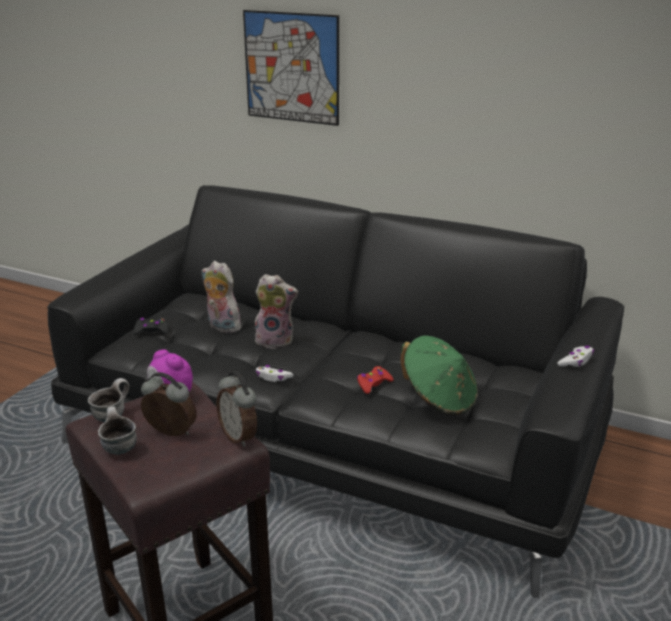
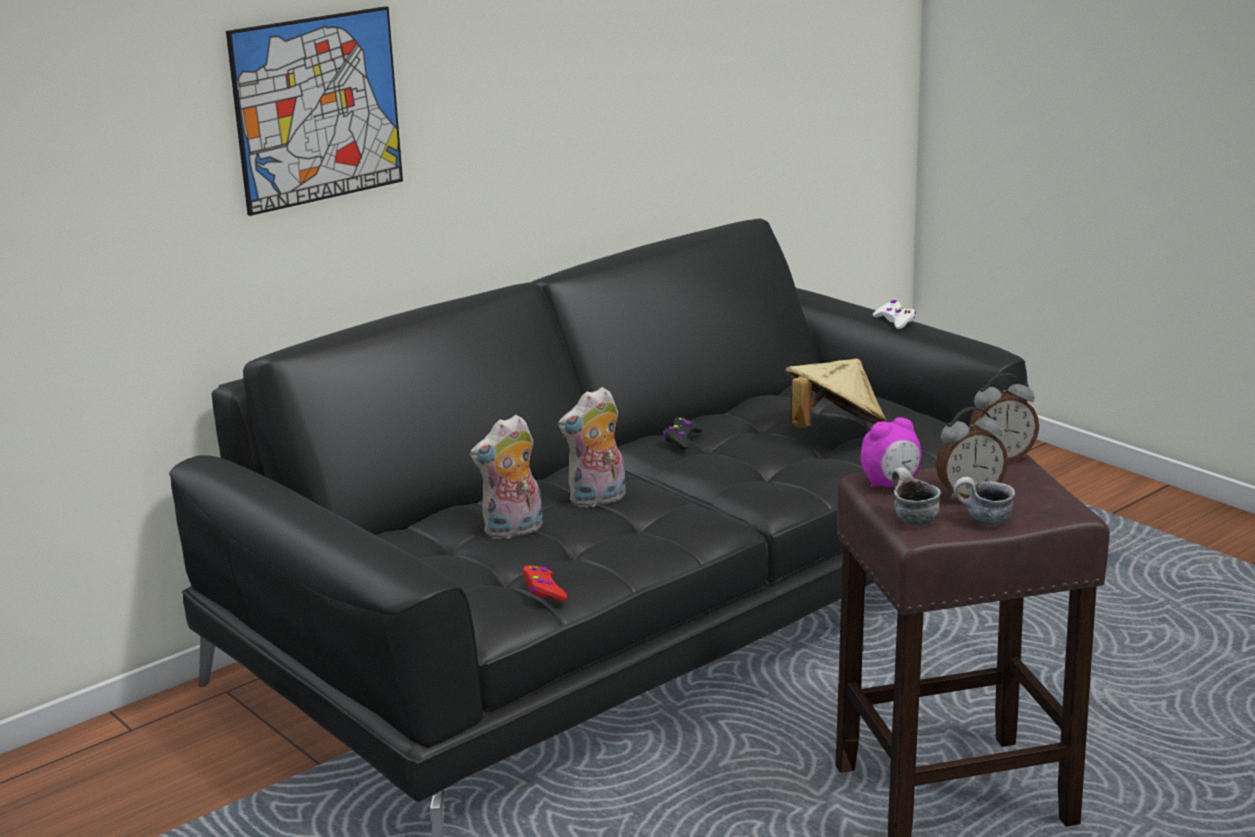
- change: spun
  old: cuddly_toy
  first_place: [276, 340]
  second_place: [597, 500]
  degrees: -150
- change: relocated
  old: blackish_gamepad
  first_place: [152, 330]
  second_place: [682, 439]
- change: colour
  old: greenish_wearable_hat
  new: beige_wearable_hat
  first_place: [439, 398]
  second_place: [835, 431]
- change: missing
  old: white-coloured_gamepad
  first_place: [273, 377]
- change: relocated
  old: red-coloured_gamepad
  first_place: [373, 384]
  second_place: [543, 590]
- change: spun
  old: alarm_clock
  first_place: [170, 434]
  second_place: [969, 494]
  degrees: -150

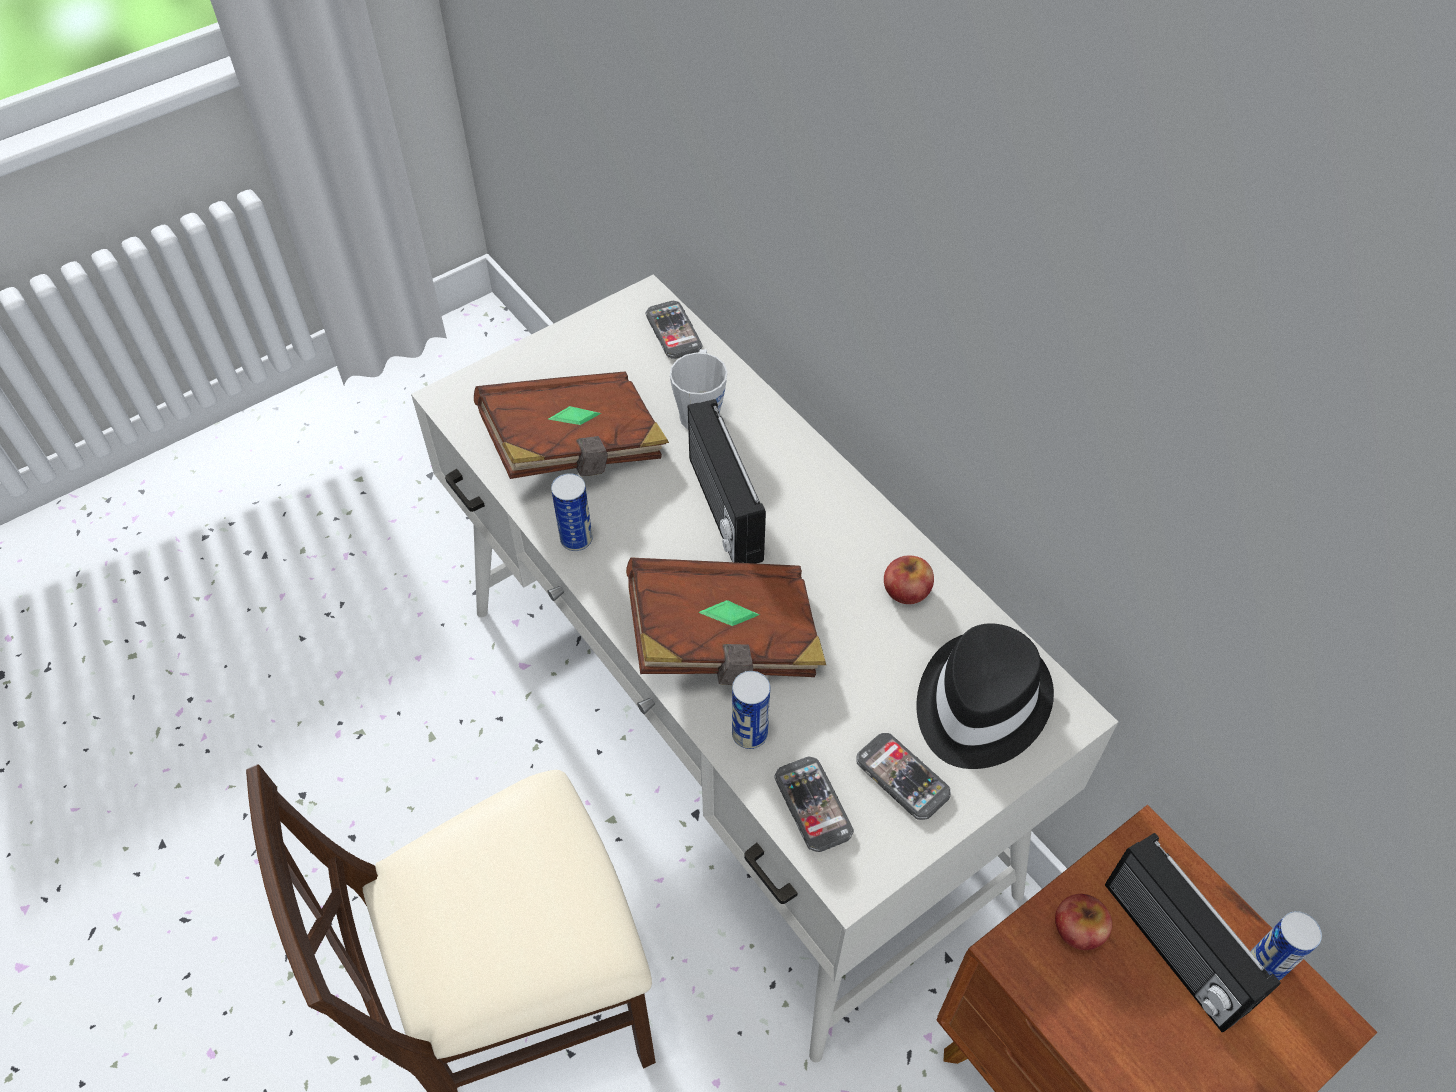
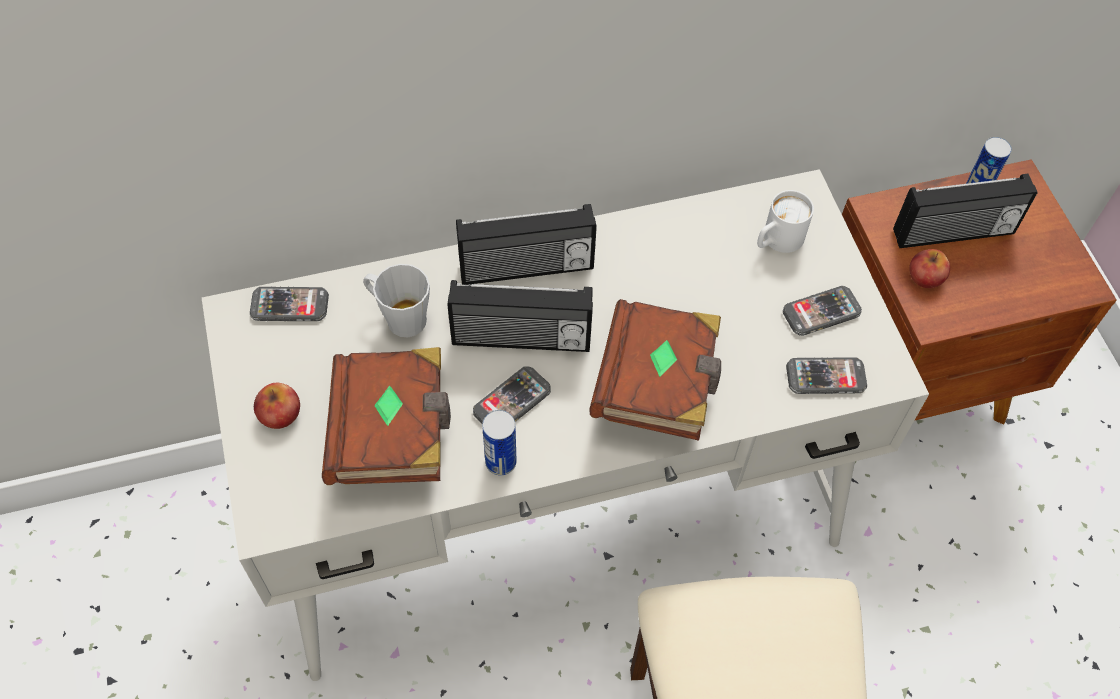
- change: relocated
  old: whole_apple
  first_place: [906, 589]
  second_place: [280, 413]
- change: exchanged
  old: blackish_wearable_hat
  new: white-coloured_mug
  first_place: [979, 703]
  second_place: [776, 241]
- change: missing
  old: sealed_can
  first_place: [749, 734]
- change: appeared
  new: radio_set
  second_place: [526, 269]
- change: appeared
  new: phone
  second_place: [512, 401]

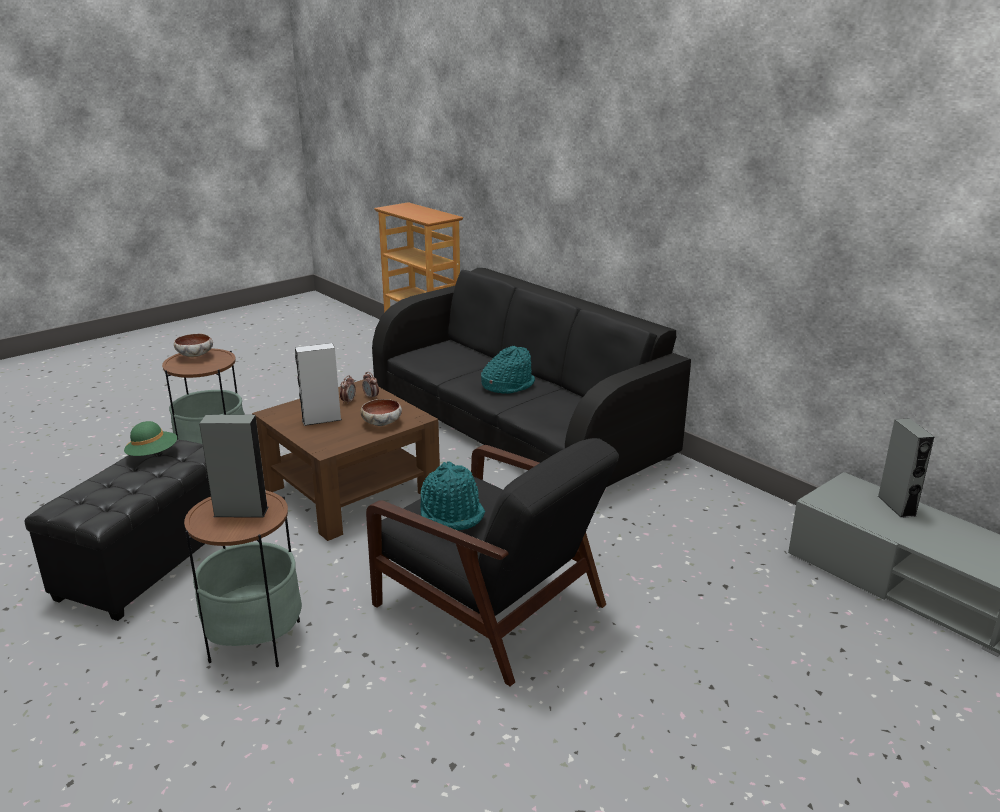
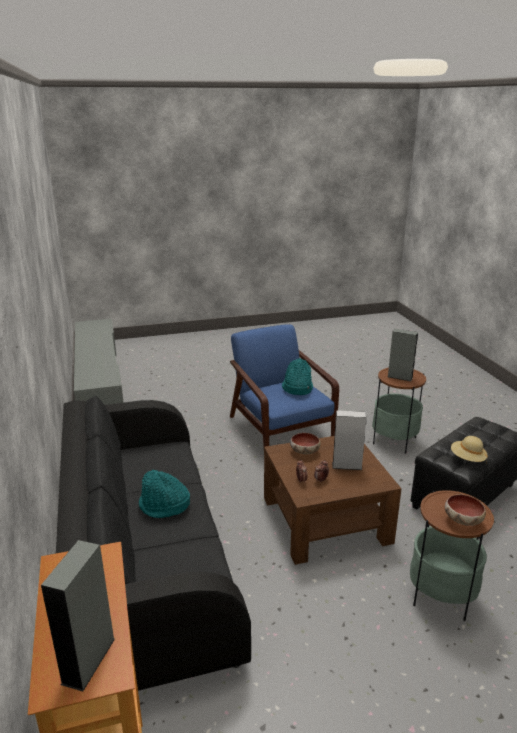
- change: relocated
  old: grey_loudspeaker
  first_place: [896, 505]
  second_place: [89, 660]
- change: colour
  old: greenish_wearable_hat
  new: beige_wearable_hat
  first_place: [153, 455]
  second_place: [467, 458]
- change: colour
  old: blackish_lounge_chair
  new: bluish_lounge_chair
  first_place: [492, 607]
  second_place: [279, 428]

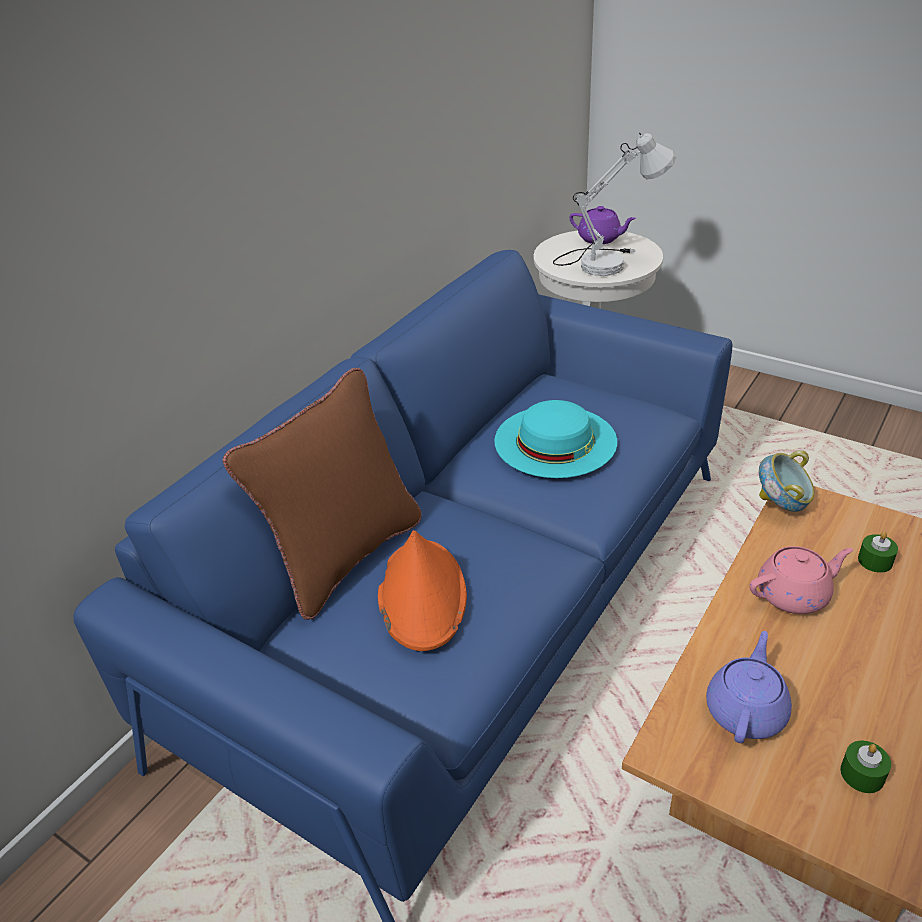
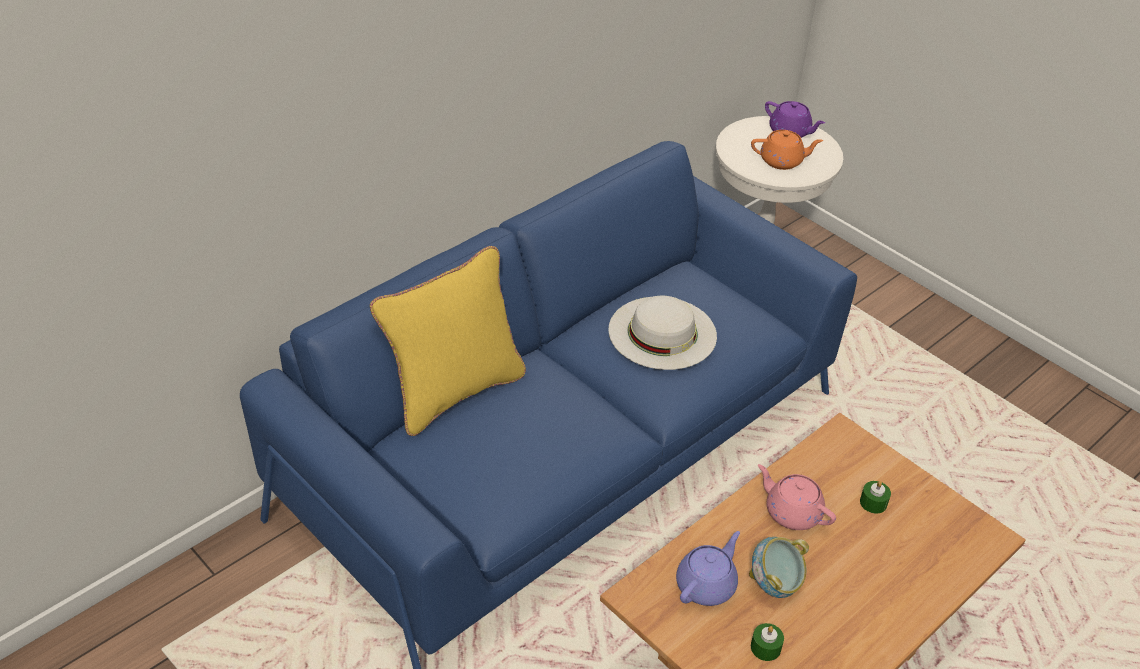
- change: exchanged
  old: white-coloured_tabletop_lamp
  new: orange-coloured_teapot
  first_place: [606, 262]
  second_place: [782, 161]
- change: colour
  old: brown-coloured_throw_pillow
  new: yellow-coloured_throw_pillow
  first_place: [345, 556]
  second_place: [454, 392]
- change: colour
  old: turquoise_wearable_hat
  new: white-coloured_wearable_hat
  first_place: [555, 440]
  second_place: [662, 332]
- change: relocated
  old: deep_dish
  first_place: [781, 505]
  second_place: [774, 584]
- change: missing
  old: orange-coloured_wearable_hat
  first_place: [421, 595]
- change: spun
  old: pink-coloured_teapot
  first_place: [794, 595]
  second_place: [791, 512]
  degrees: -135

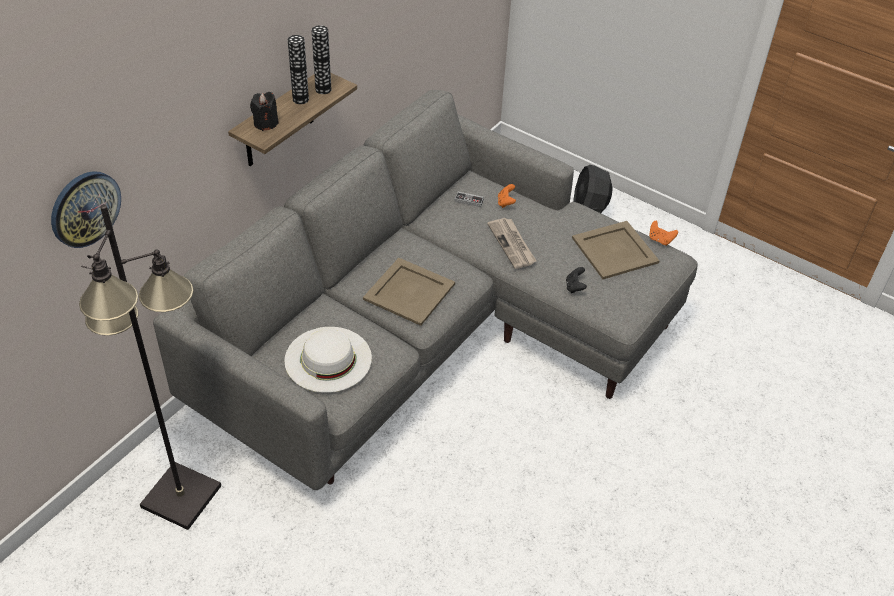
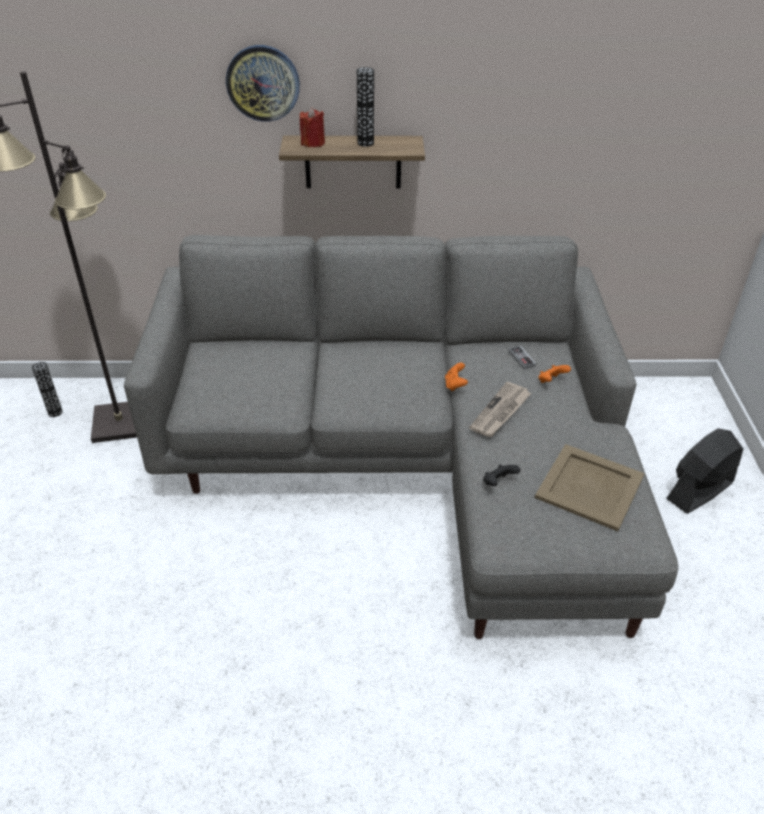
- change: relocated
  old: flower_vase
  first_place: [323, 89]
  second_place: [55, 412]
- change: colour
  old: blackish_wax_light
  new: red-coloured_wax_light
  first_place: [265, 123]
  second_place: [313, 143]
- change: relocated
  old: clock_on_the_wall
  first_place: [85, 208]
  second_place: [263, 83]
- change: relocated
  old: orange-coloured_gamepad
  first_place: [660, 240]
  second_place: [455, 385]
- change: missing
  old: beige_serving_tray
  first_place: [410, 291]
- change: missing
  old: white-coloured_wearable_hat
  first_place: [328, 359]

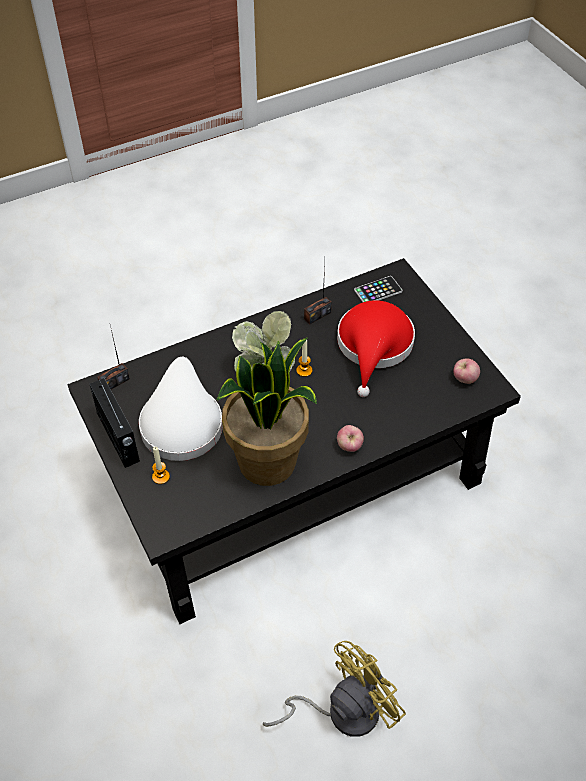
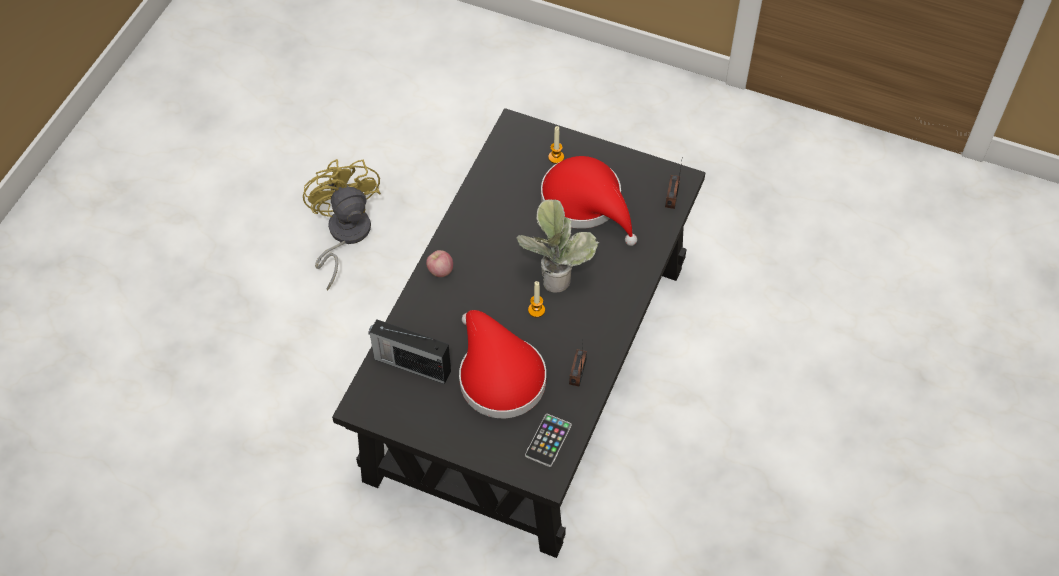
- change: missing
  old: potted_plant
  first_place: [268, 463]
- change: colour
  old: white-coloured_wearable_hat
  new: red-coloured_wearable_hat
  first_place: [181, 422]
  second_place: [586, 203]
- change: missing
  old: whole_apple
  first_place: [464, 379]
- change: relocated
  old: radio_set
  first_place: [118, 439]
  second_place: [411, 364]
- change: spun
  old: yellow-coloured_electric_fan
  first_place: [342, 711]
  second_place: [344, 235]
  degrees: 150

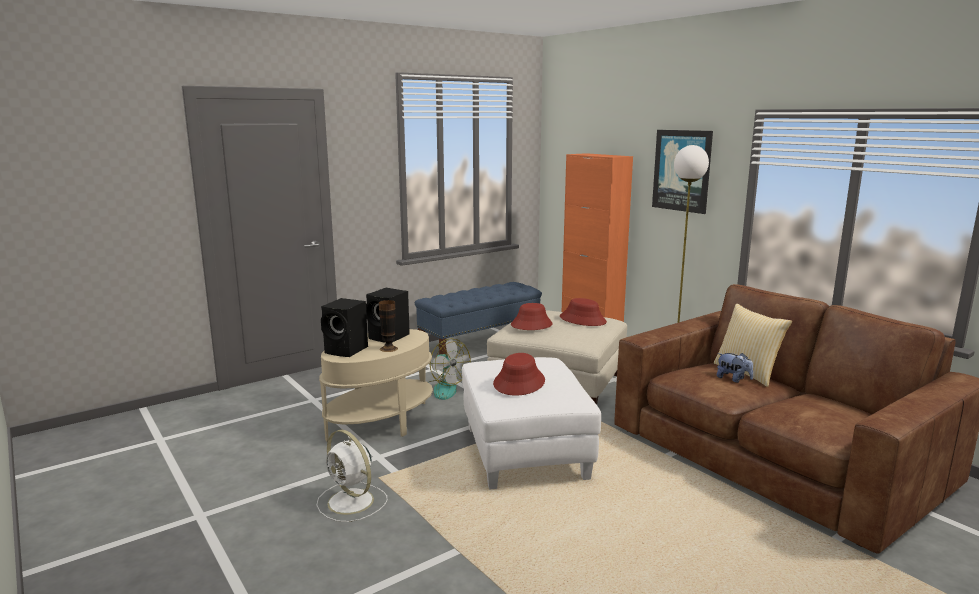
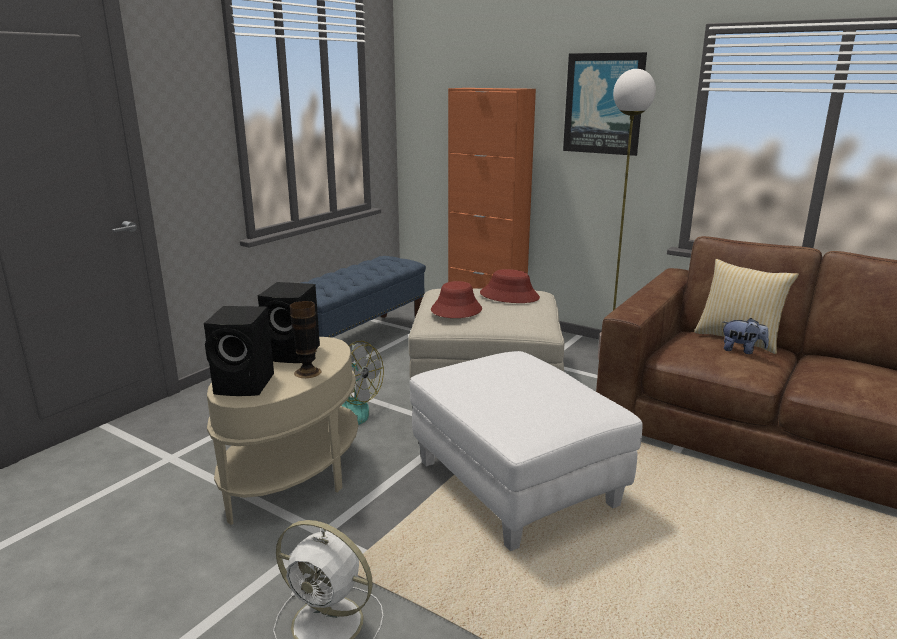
- change: missing
  old: red-coloured_wearable_hat
  first_place: [519, 382]

